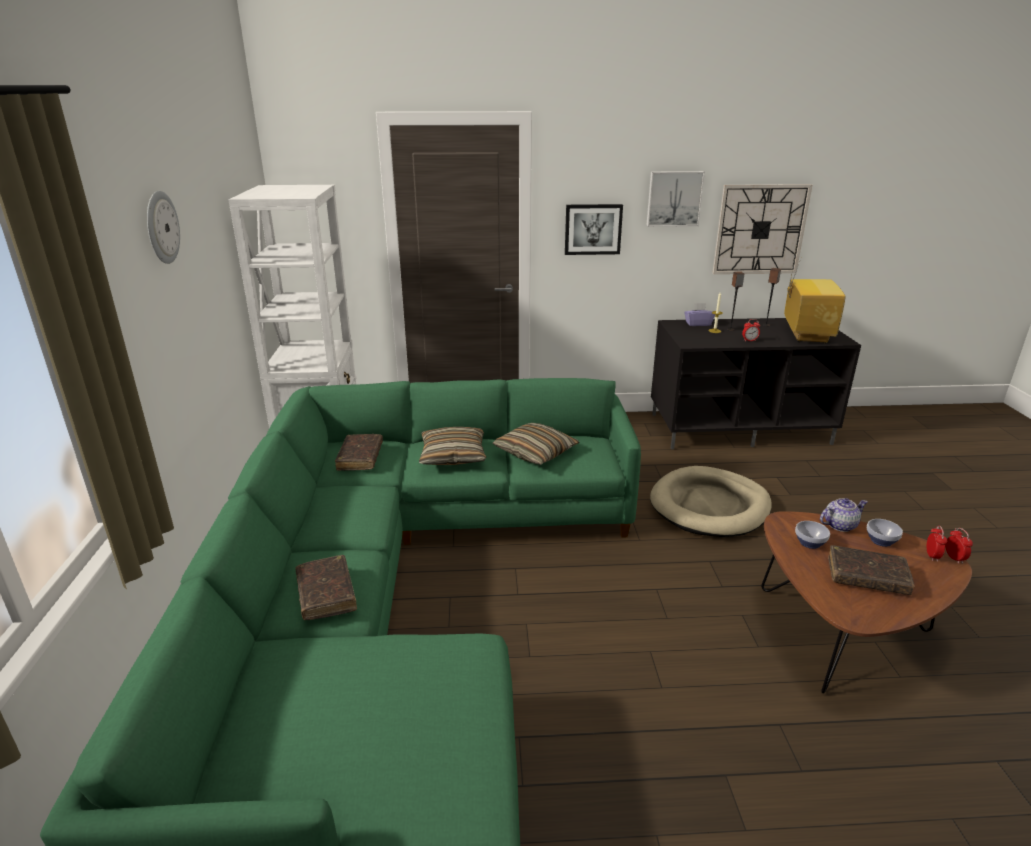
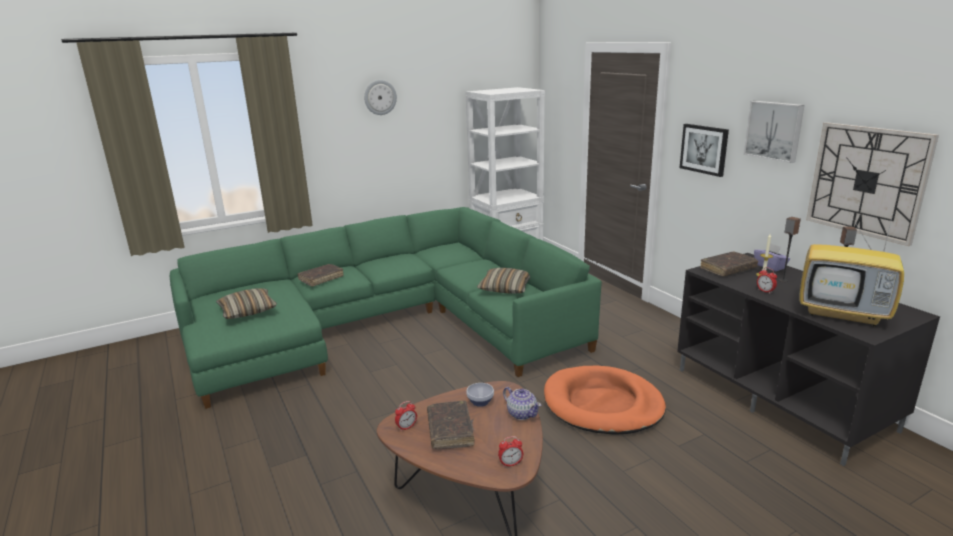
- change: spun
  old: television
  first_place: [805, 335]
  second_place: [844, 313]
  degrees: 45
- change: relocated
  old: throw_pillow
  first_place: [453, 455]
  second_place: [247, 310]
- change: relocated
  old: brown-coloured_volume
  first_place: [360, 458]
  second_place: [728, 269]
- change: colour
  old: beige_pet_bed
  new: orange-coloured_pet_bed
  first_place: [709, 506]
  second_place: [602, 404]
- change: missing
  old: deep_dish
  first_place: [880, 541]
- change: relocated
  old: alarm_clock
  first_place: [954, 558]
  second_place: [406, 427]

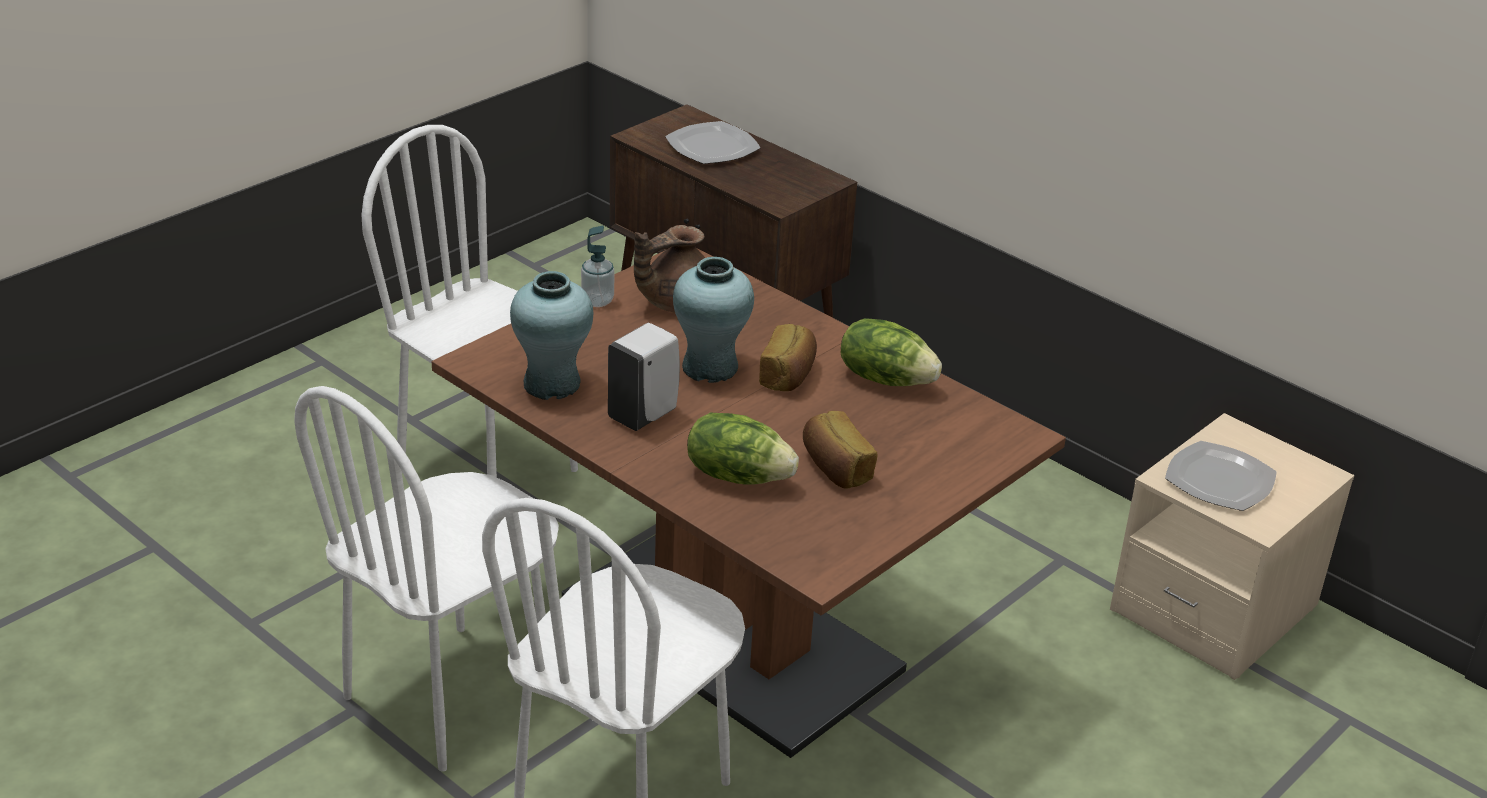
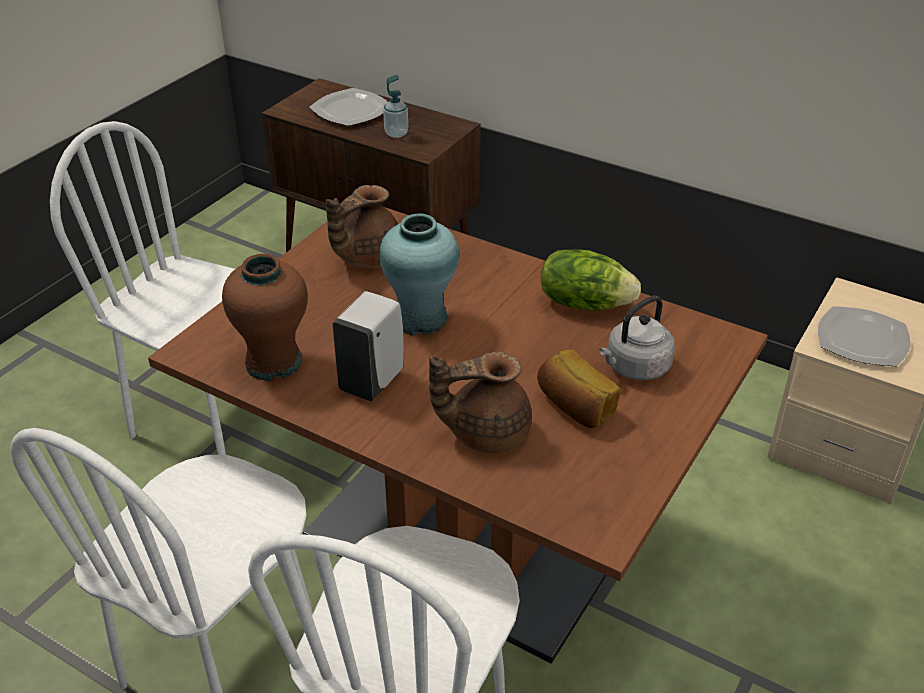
- change: relocated
  old: soap_dispenser
  first_place: [597, 301]
  second_place: [396, 133]
- change: colour
  old: turquoise_flower_vase
  new: brown-coloured_flower_vase
  first_place: [552, 384]
  second_place: [274, 362]
- change: missing
  old: bread
  first_place: [788, 375]
- change: exchanged
  old: head_of_lettuce
  new: brown-coloured_teapot
  first_place: [738, 475]
  second_place: [485, 432]
- change: appeared
  new: grey_tea_kettle
  second_place: [635, 368]

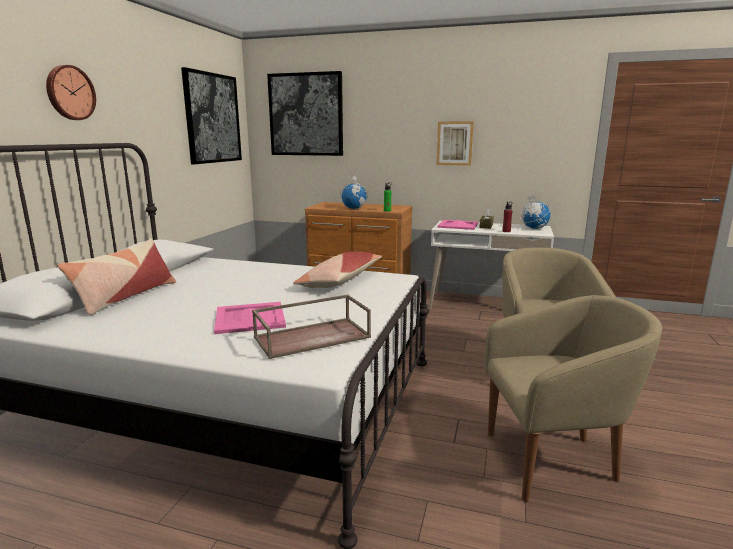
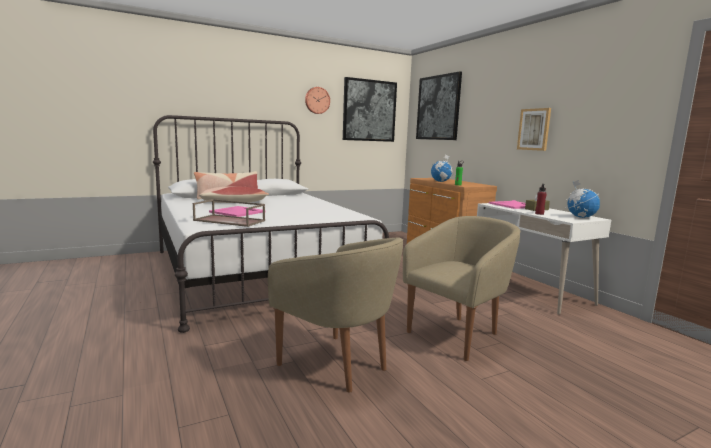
- change: relocated
  old: clock_on_the_wall
  first_place: [69, 93]
  second_place: [317, 100]
- change: relocated
  old: throw_pillow
  first_place: [340, 280]
  second_place: [233, 203]

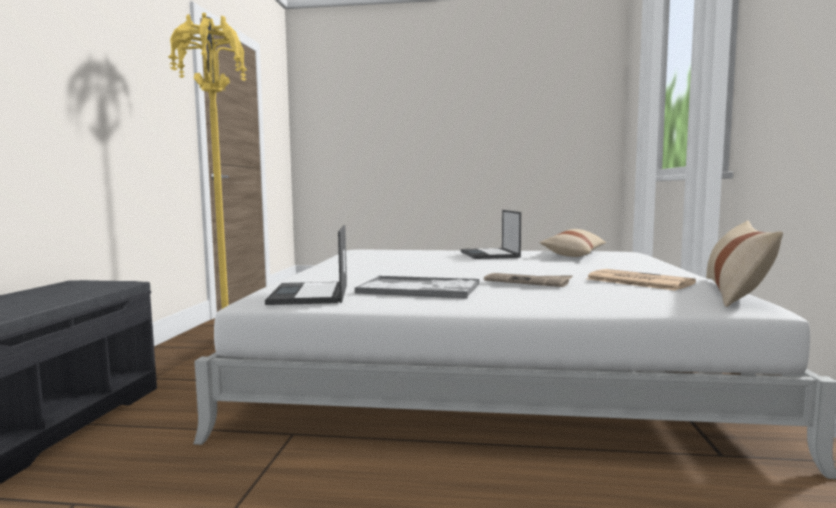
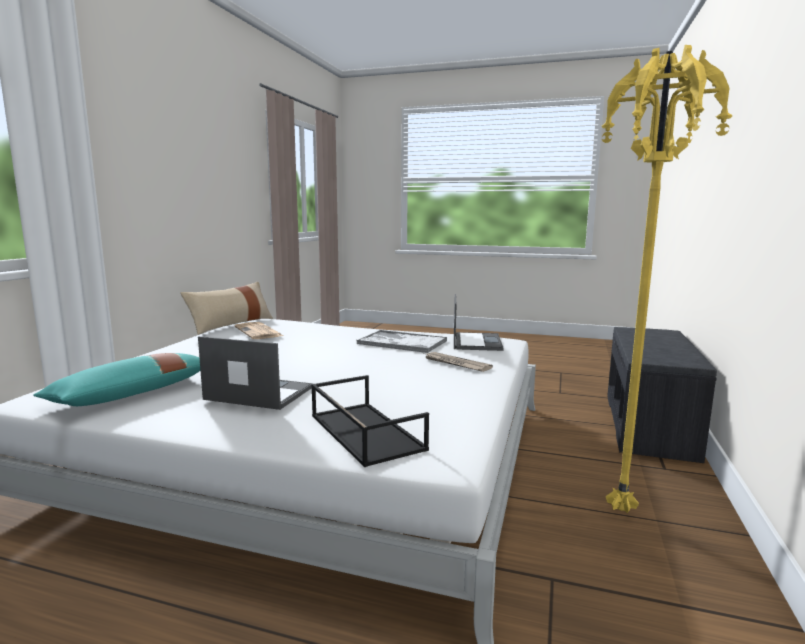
- change: spun
  old: portable_computer
  first_place: [490, 254]
  second_place: [258, 393]
  degrees: -75
- change: colour
  old: beige_throw_pillow
  new: turquoise_throw_pillow
  first_place: [574, 254]
  second_place: [132, 394]
- change: relocated
  old: printed_paper
  first_place: [527, 282]
  second_place: [455, 364]
- change: appeared
  new: blackish_serving_tray
  second_place: [364, 432]

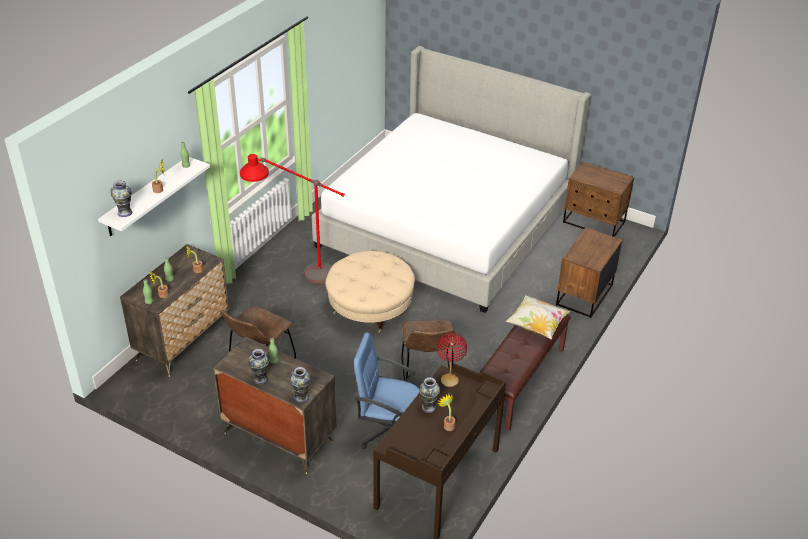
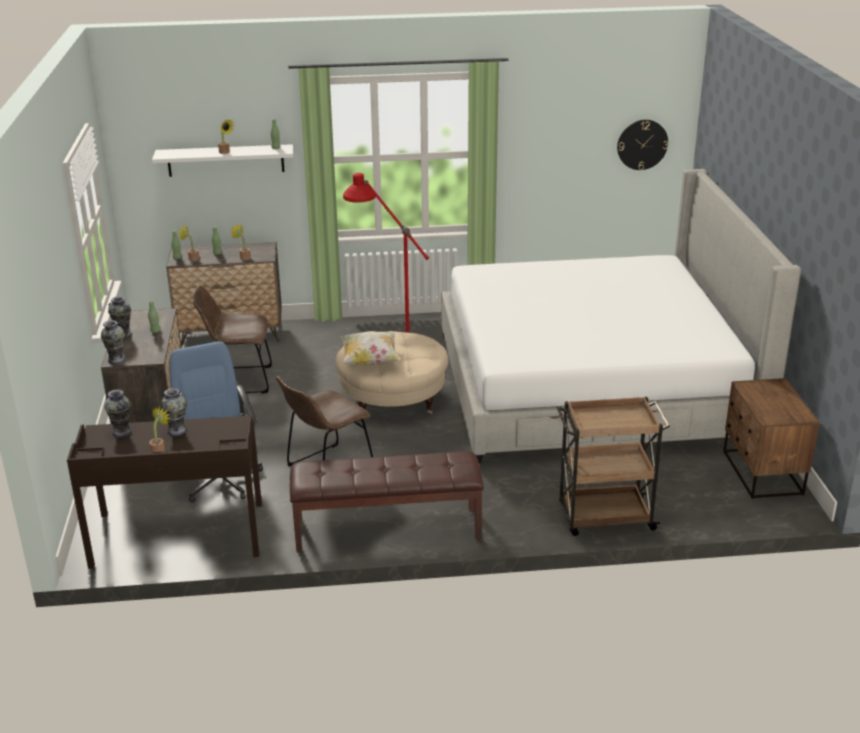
- change: relocated
  old: flower_vase
  first_place: [125, 212]
  second_place: [122, 432]
- change: exchanged
  old: brown-coloured_bedside_table
  new: brown-coloured_cart
  first_place: [583, 295]
  second_place: [604, 517]
- change: relocated
  old: throw_pillow
  first_place: [536, 325]
  second_place: [370, 360]
- change: missing
  old: red-coloured_tabletop_lamp
  first_place: [449, 381]
- change: appeared
  new: clock_on_the_wall
  second_place: [642, 144]

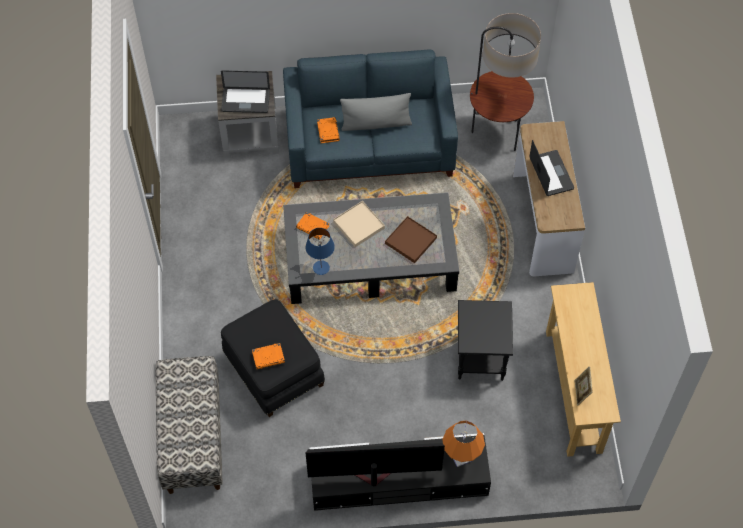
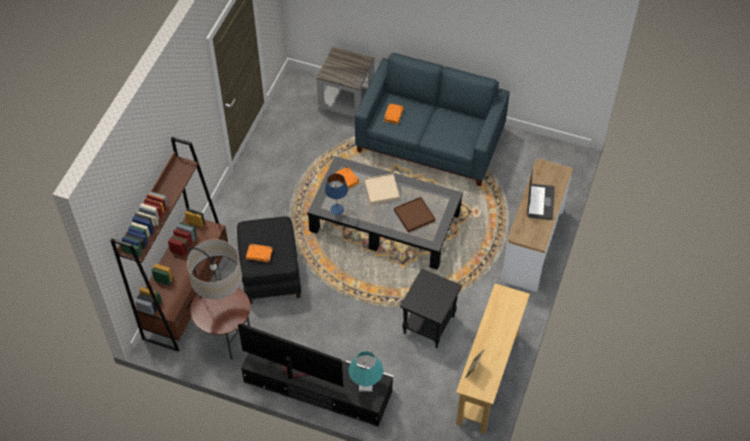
- change: relocated
  old: floor_lamp
  first_place: [496, 134]
  second_place: [226, 338]
- change: missing
  old: portable_computer
  first_place: [245, 101]
- change: missing
  old: grey_throw_pillow
  first_place: [376, 123]
- change: exchanged
  old: long_seat
  new: brown-coloured_bookshelf
  first_place: [192, 437]
  second_place: [187, 295]
- change: colour
  old: orange-coloured_tabletop_lamp
  new: turquoise_tabletop_lamp
  first_place: [461, 457]
  second_place: [366, 385]

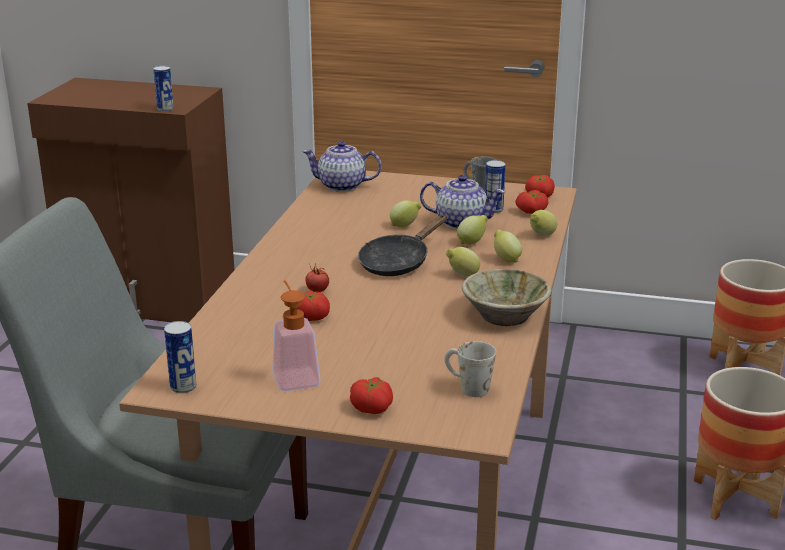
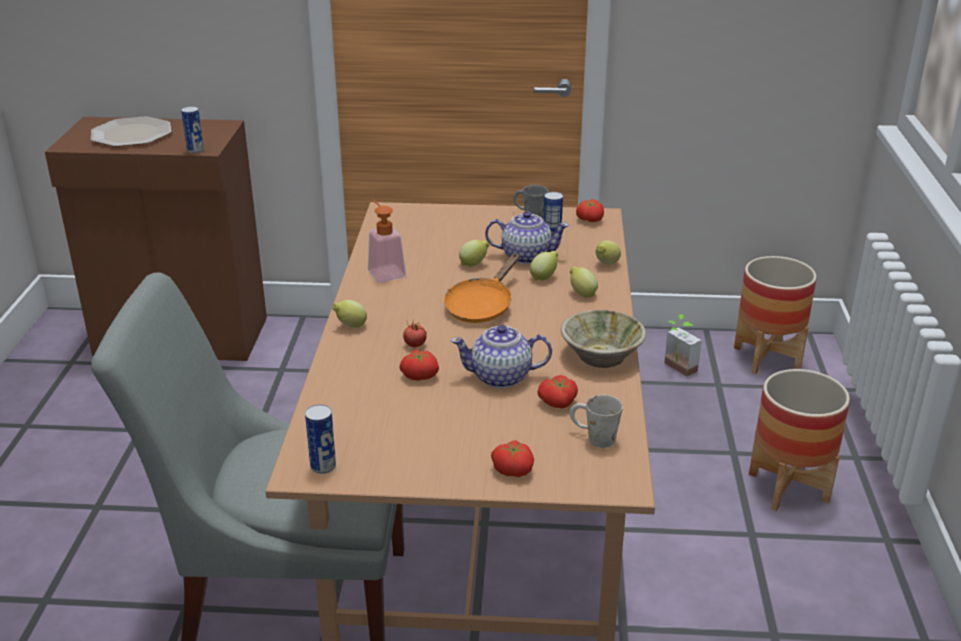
- change: relocated
  old: teapot
  first_place: [342, 186]
  second_place: [501, 377]
- change: relocated
  old: whole_tomato
  first_place: [532, 212]
  second_place: [558, 403]
- change: colour
  old: blackish_frying_pan
  new: orange-coloured_frying_pan
  first_place: [398, 262]
  second_place: [481, 306]
- change: relocated
  old: whole_lemon
  first_place: [462, 275]
  second_place: [350, 326]
- change: relocated
  old: soap_dispenser
  first_place: [294, 375]
  second_place: [384, 271]
- change: appeared
  new: plate
  second_place: [132, 134]
- change: appeared
  new: potted_plant
  second_place: [676, 369]

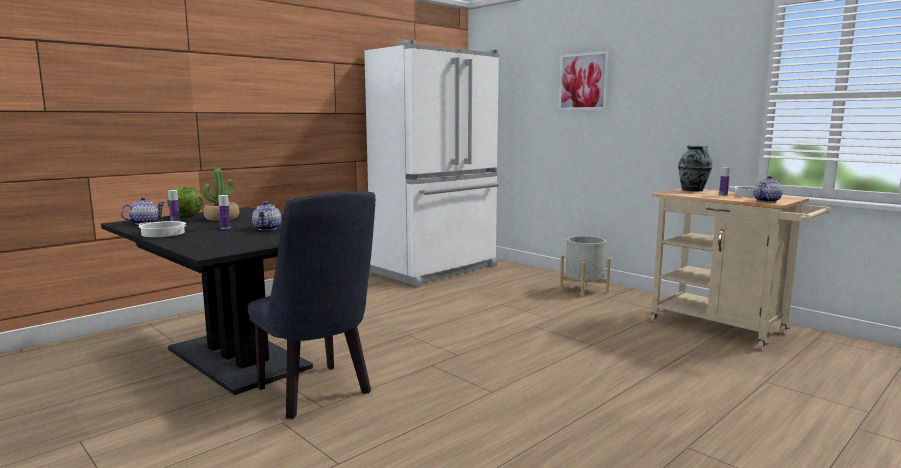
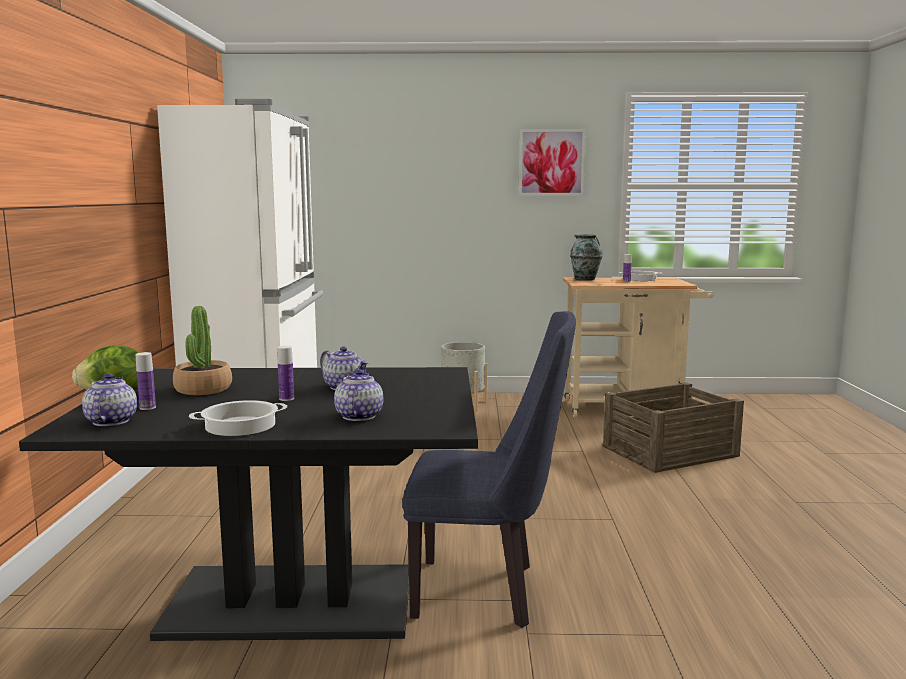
- change: relocated
  old: wall_picture
  first_place: [583, 81]
  second_place: [551, 162]
- change: relocated
  old: teapot
  first_place: [766, 201]
  second_place: [358, 416]
- change: appeared
  new: packing_crate
  second_place: [671, 451]

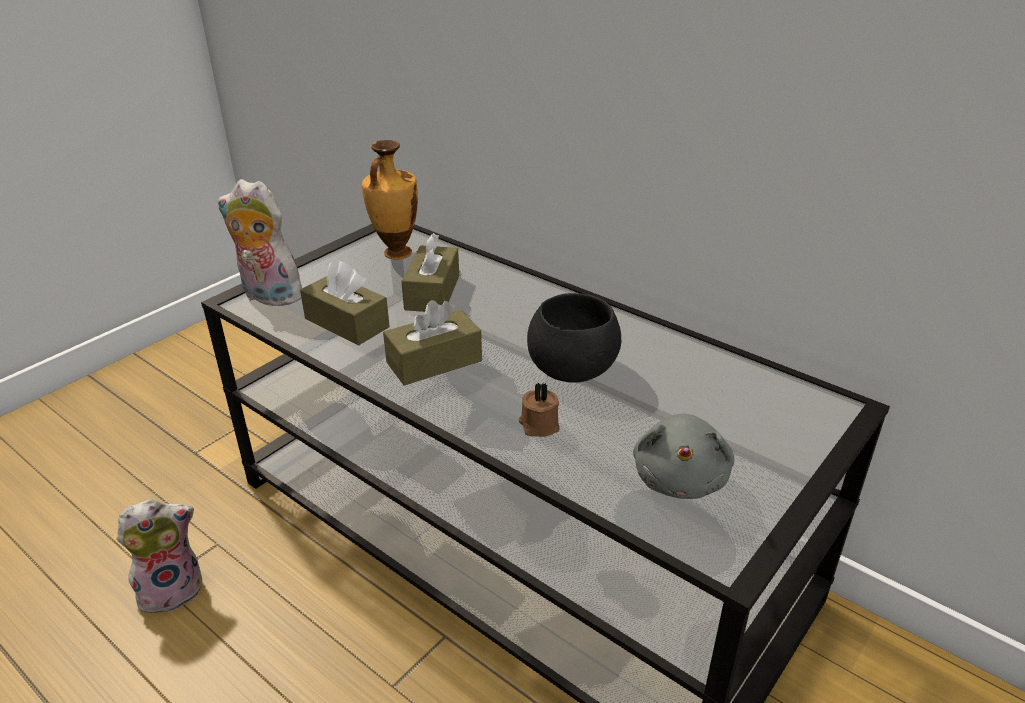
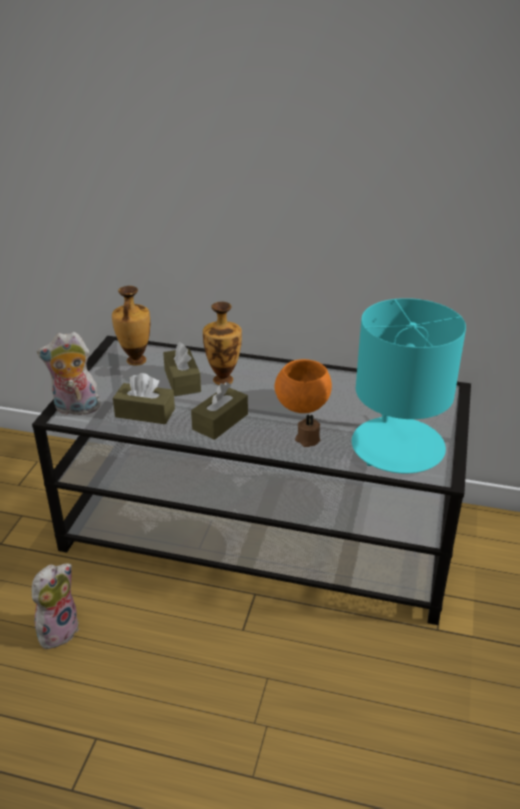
- change: colour
  old: blackish_deep_dish
  new: orange-coloured_deep_dish
  first_place: [571, 370]
  second_place: [302, 406]
- change: exchanged
  old: grey_cuddly_toy
  new: turquoise_tabletop_lamp
  first_place: [680, 478]
  second_place: [397, 446]
- change: appeared
  new: flower_vase
  second_place: [223, 379]

